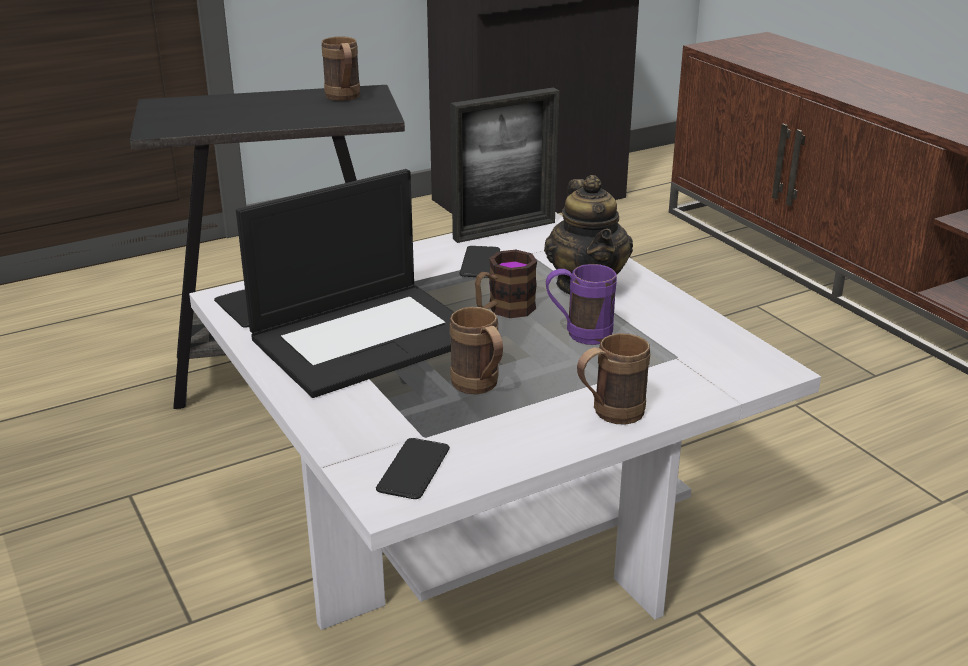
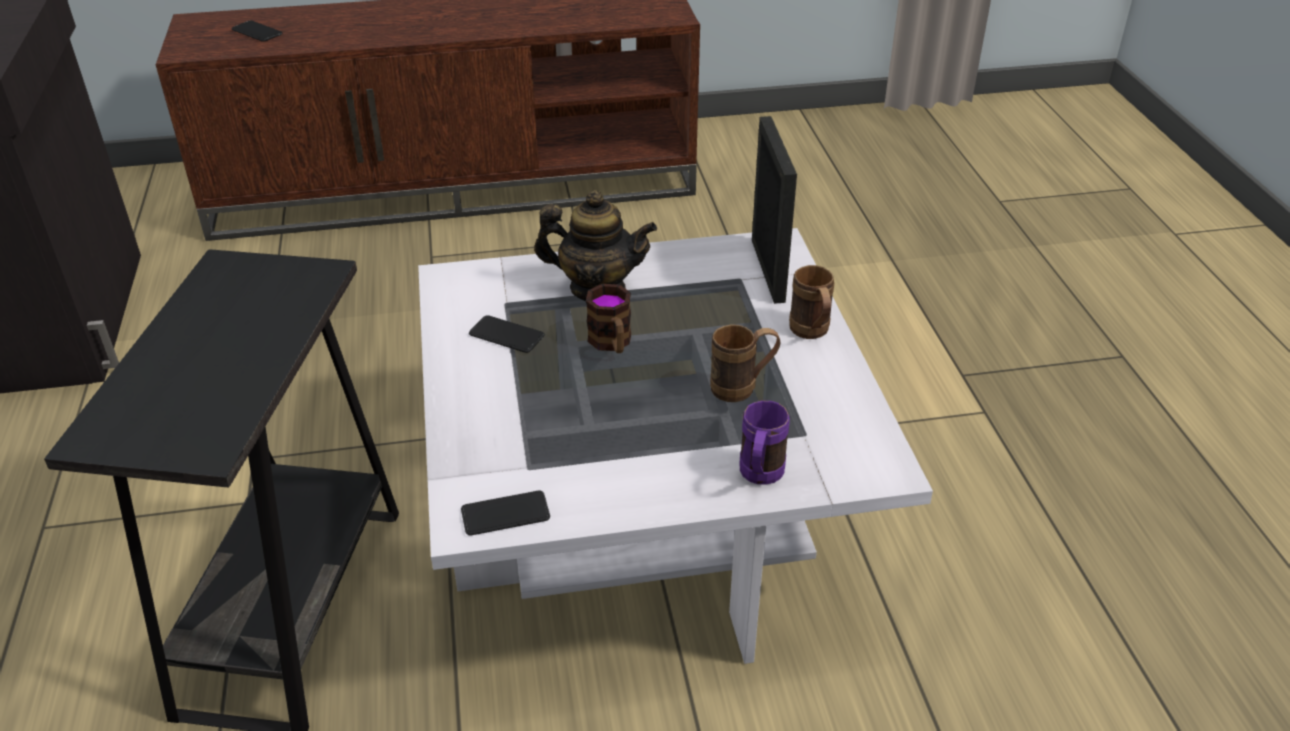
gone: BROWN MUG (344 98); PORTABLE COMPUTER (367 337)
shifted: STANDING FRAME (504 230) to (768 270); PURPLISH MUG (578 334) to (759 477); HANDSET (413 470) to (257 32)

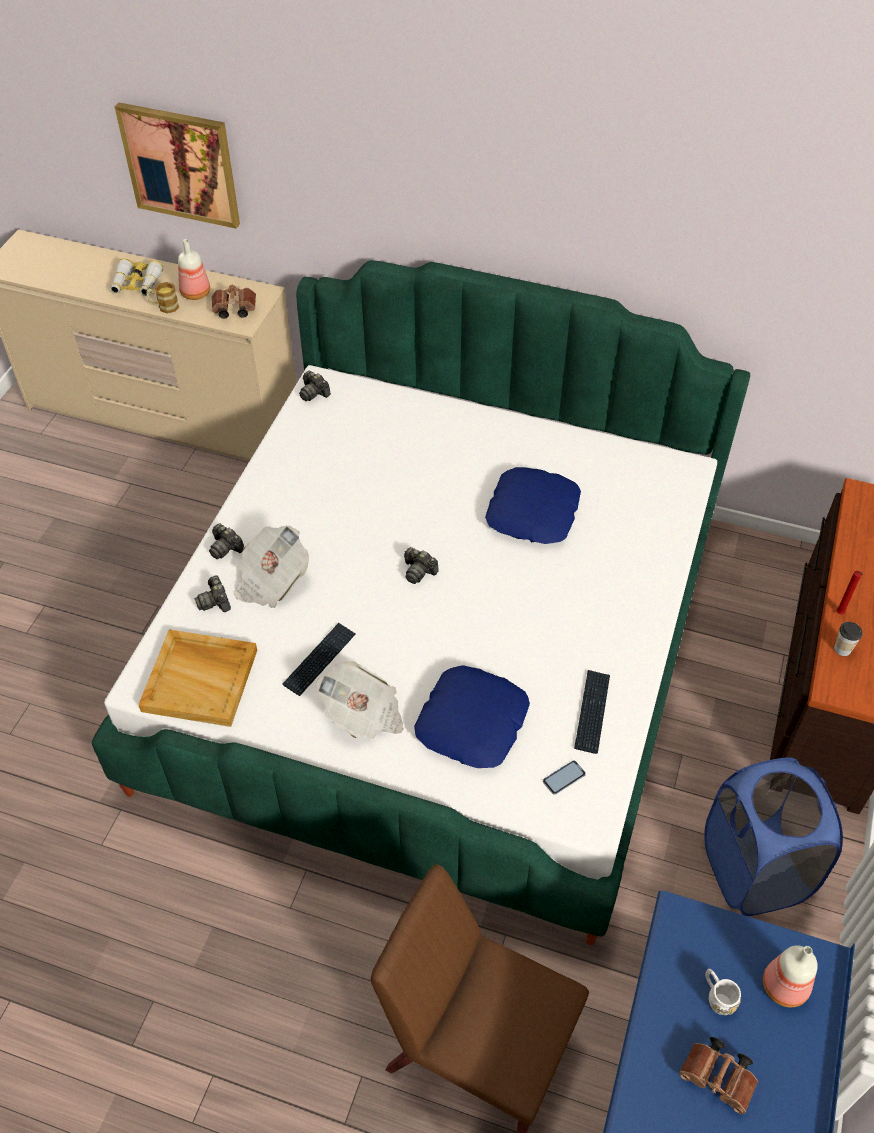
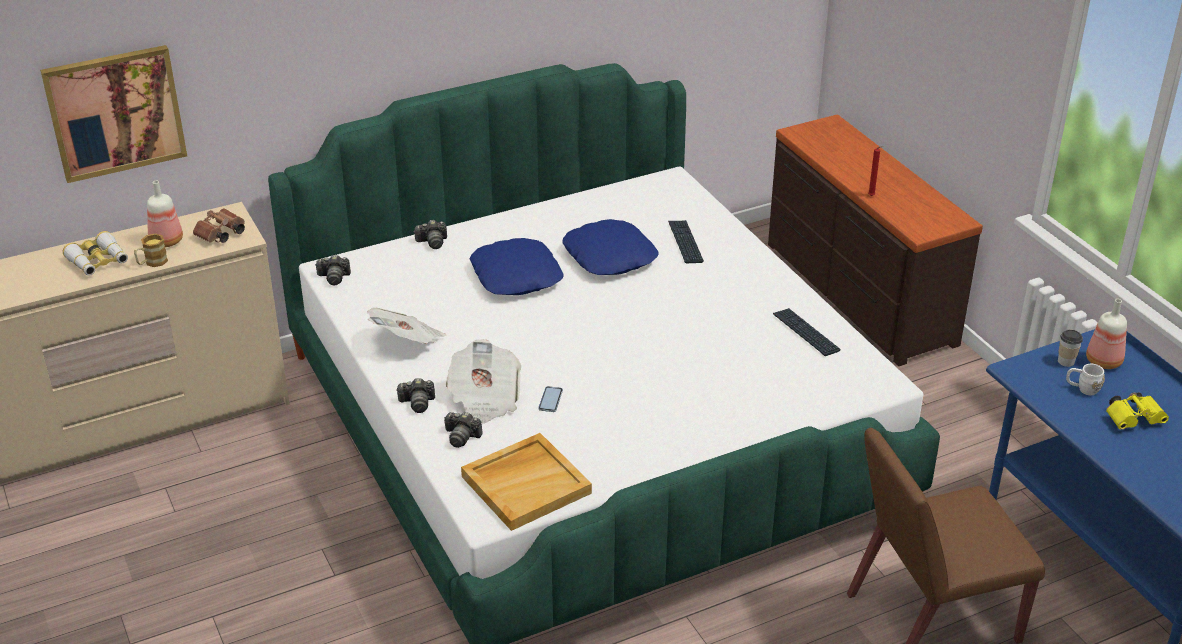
gone: BLUISH HAMPER (754 870)
shifted: STILL CAMERA (418 571) to (432 242); SMALL CUP (842 649) to (1066 361); KEYBOARD (320 660) to (685 242); NEWSPAPER (363 714) to (408 342); BLUISH PILLOW (473 723) to (517 276); HANDSET (564 778) to (550 400)
repainted: BROWN FIELD GLASSES (720 1079) to YELLOWISH FIELD GLASSES (1135 419)

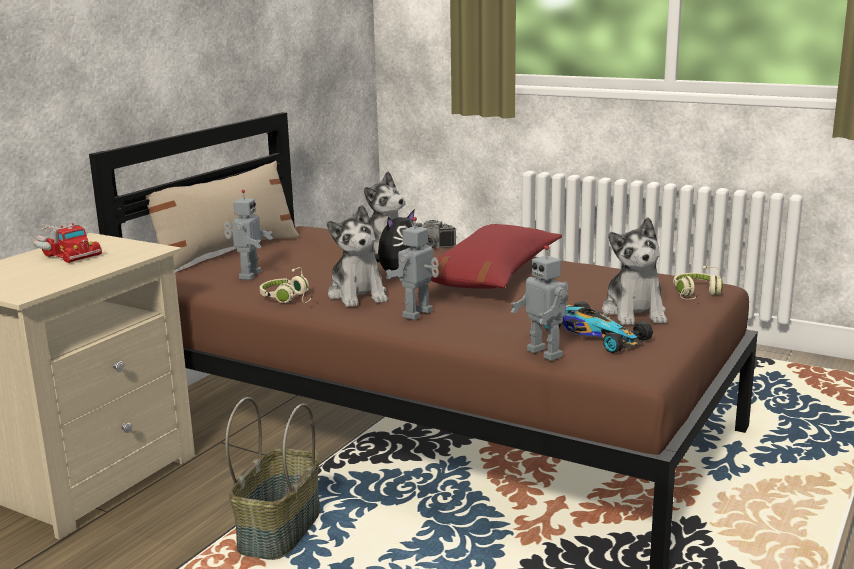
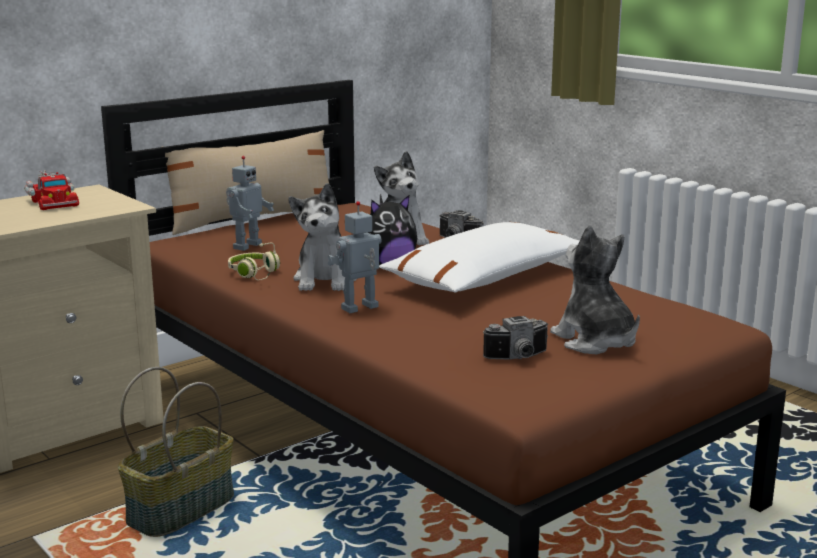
gone: TOY ROBOT (546 353); BEIGE-COLOURED PAIR OF HEADPHONES (696 294)
swapped: TOY CAR (594 334) to STILL CAMERA (519 358)
repainted: RED-COLOURED PILLOW (491 275) to WHITE PILLOW (485 278)
rotated: PLUSH TOY (634 312) = (595 342) 135 degrees clockwise

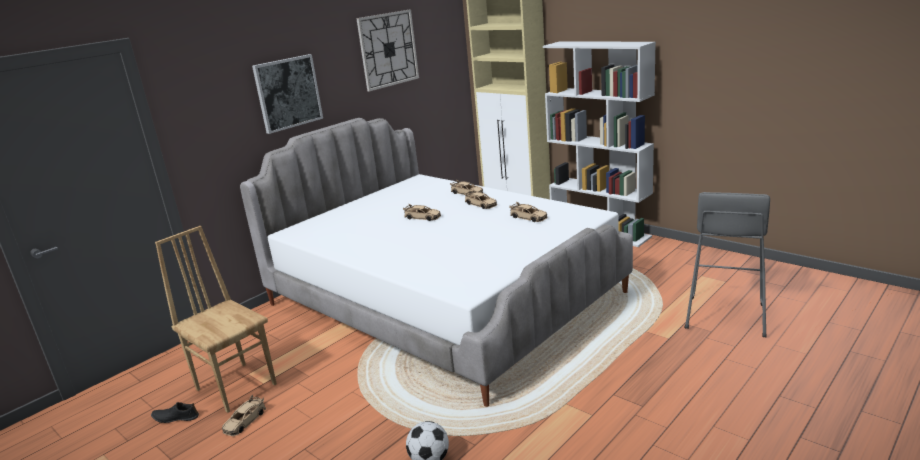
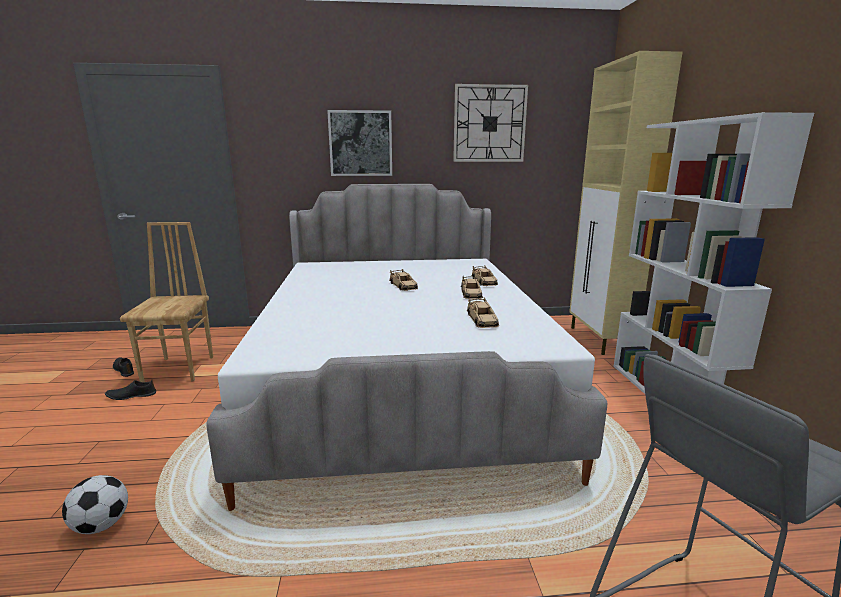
swapped: BEIGE-COLOURED TOY CAR (245 421) to BLACKISH ITEM OF FOOTWEAR (131 395)

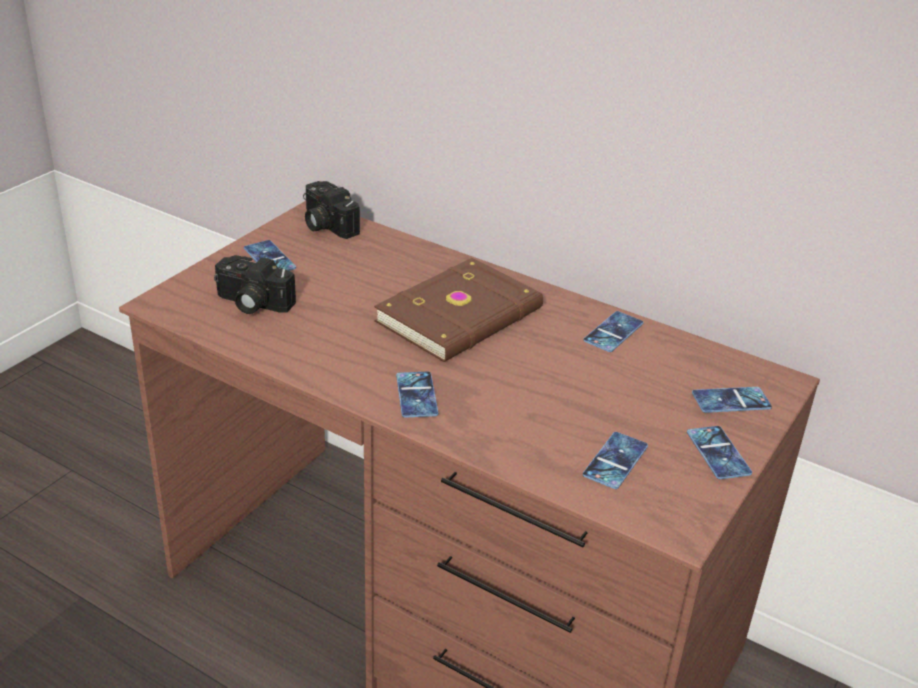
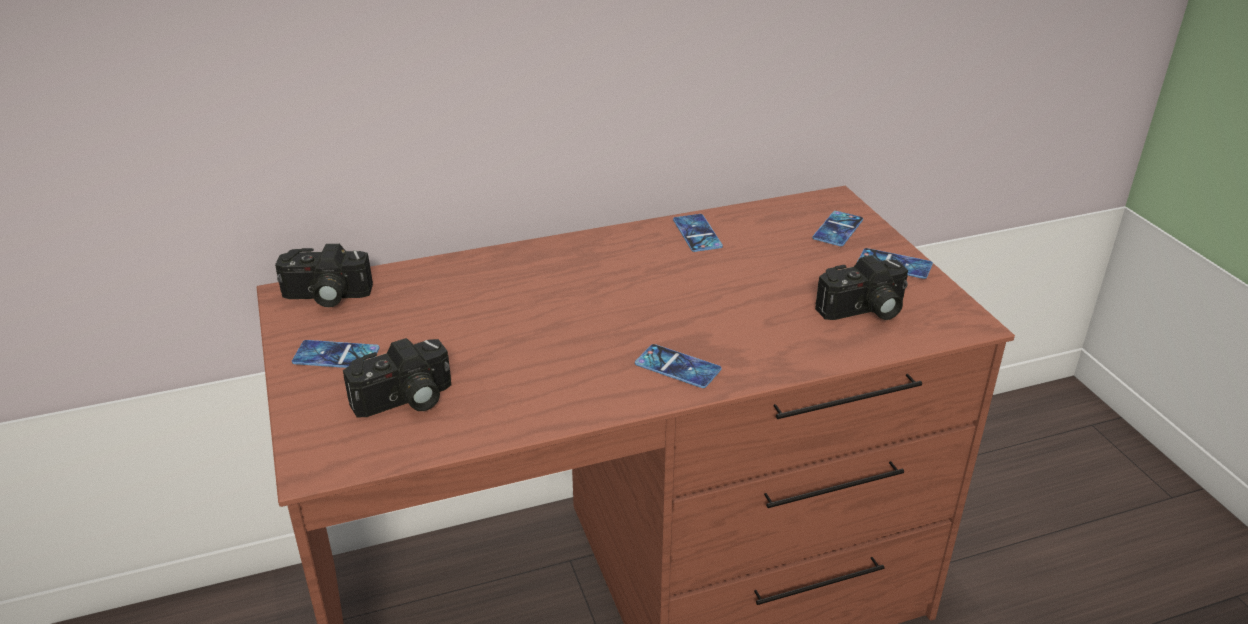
gone: BROWN BOOK (462 316)
swapped: HANDSET (615 461) to STILL CAMERA (864 311)

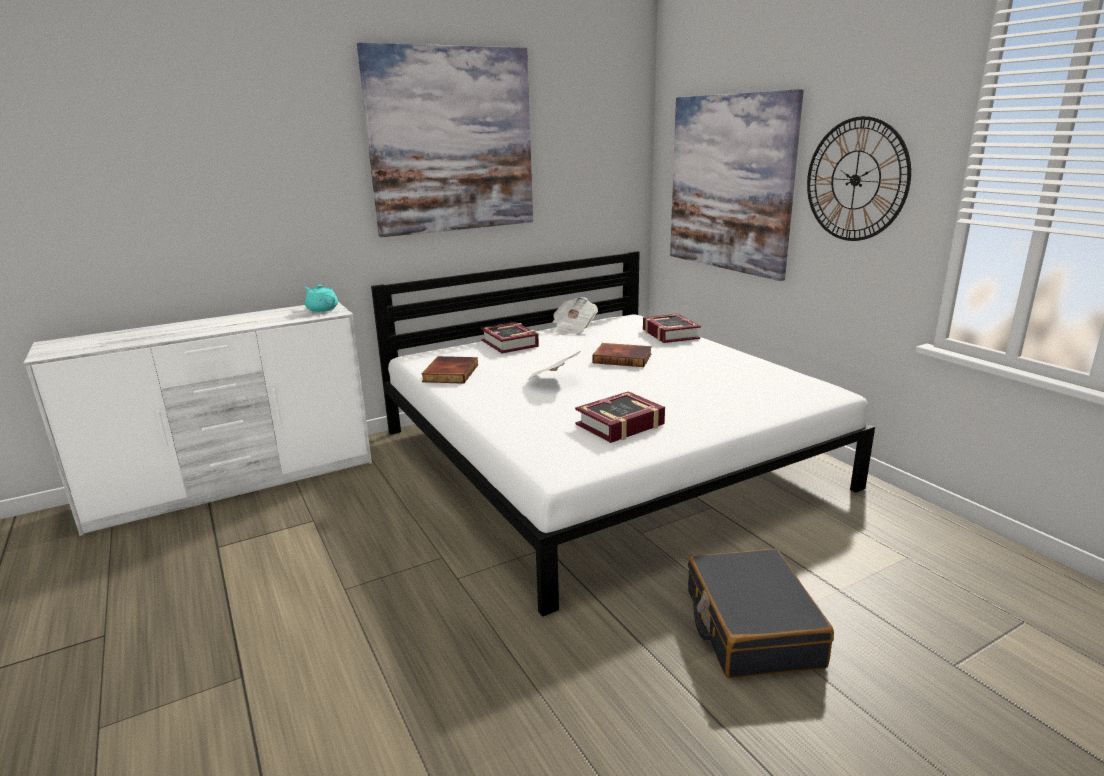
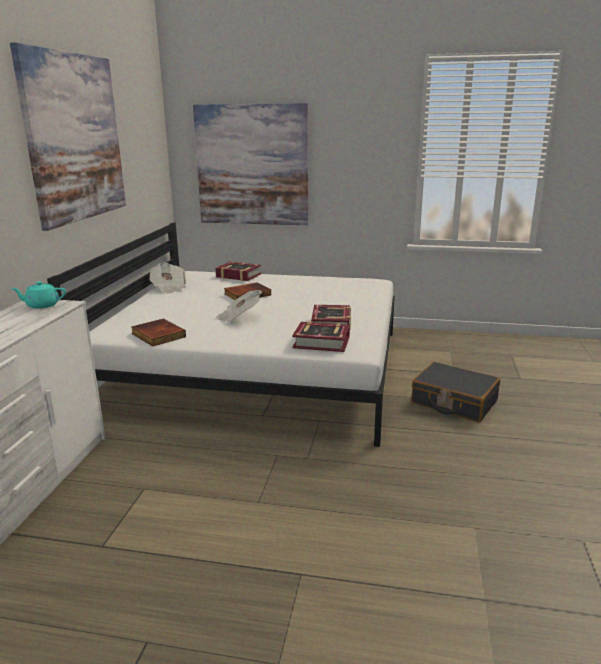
gone: WALL CLOCK (855 180)
shifted: BOOK (510 343) to (321 342)

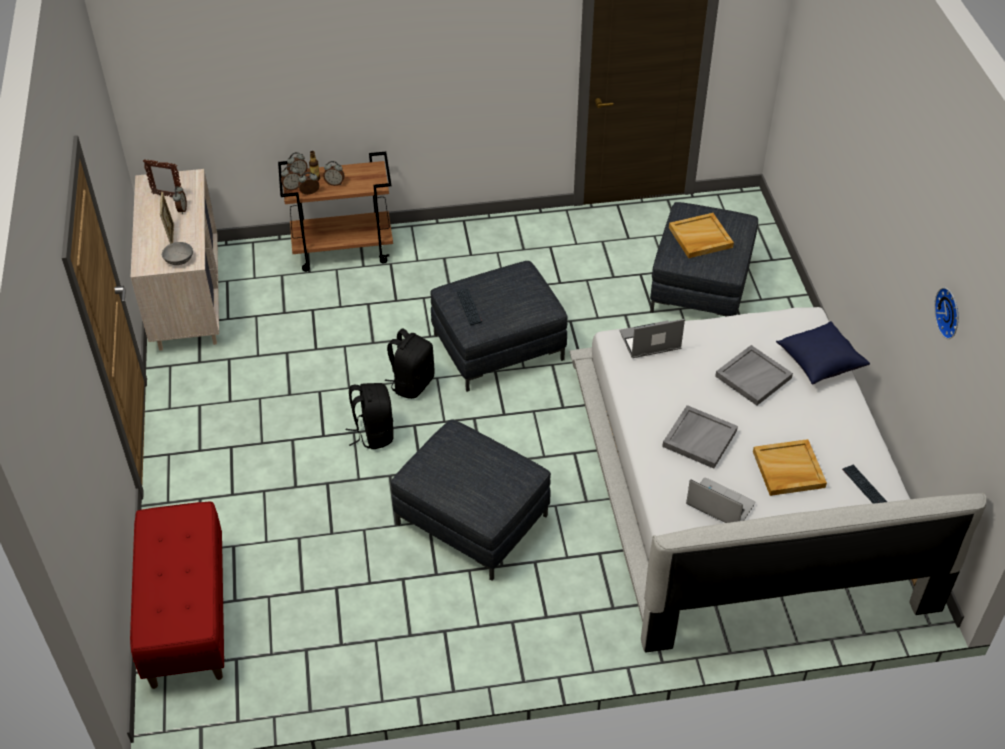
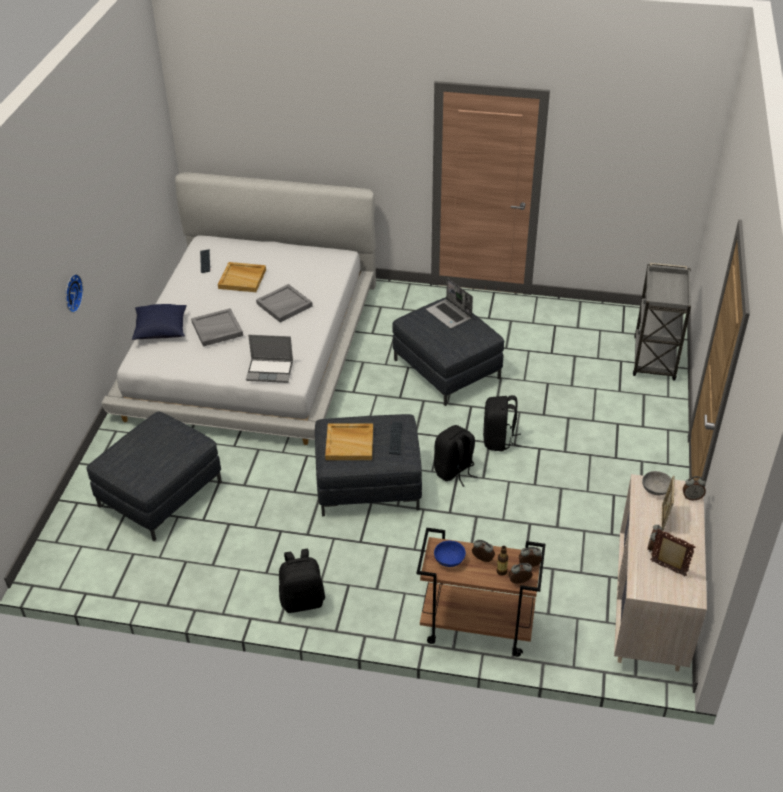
new: BLUISH DEEP DISH (449 559); BLACKISH RUCKSACK (302 600)
shifted: BEDSIDE CLOCK (310 193) to (692 497); BEIGE-COLOURED SERVING TRAY (700 238) to (350 443); WALL CLOCK (950 312) to (71 293); PORTABLE COMPUTER (719 505) to (449 315)
swapped: RED-COLOURED LONG SEAT (186 615) to GREY WHEELED CART (654 360)

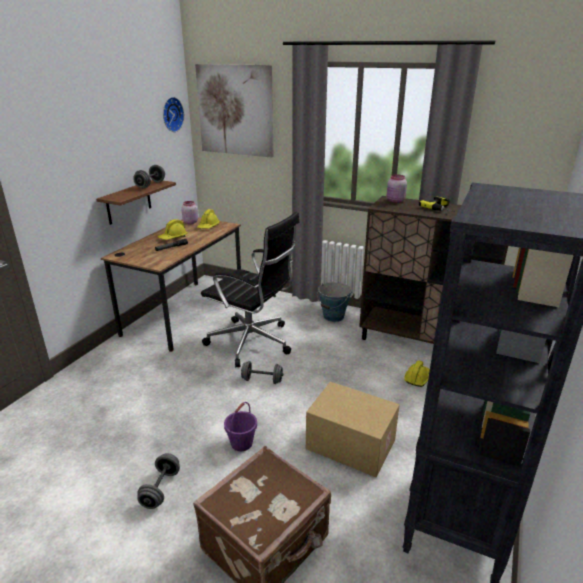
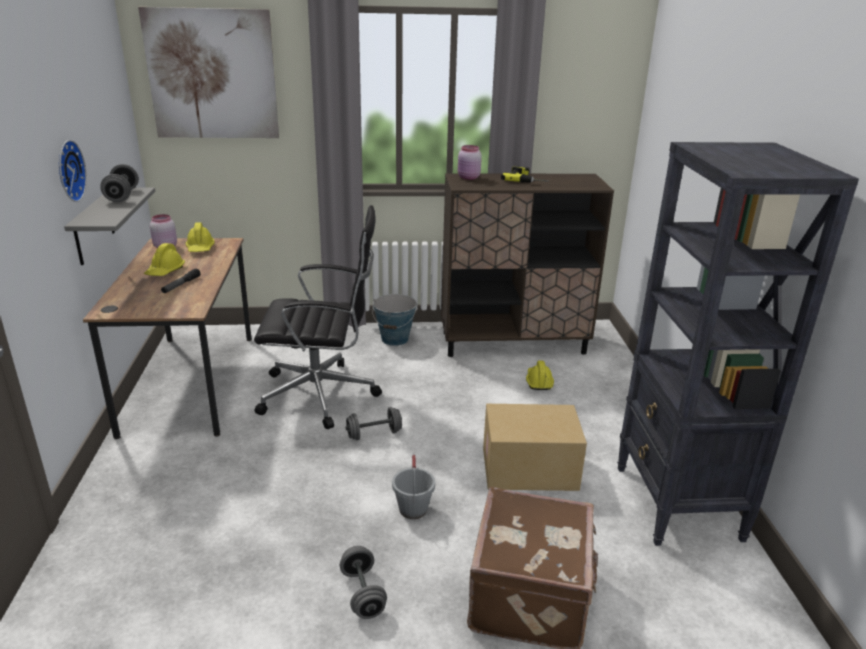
shifted: WALL CLOCK (171 114) to (67 171)
repainted: BROWN WALL SHELF (129 202) to GREY WALL SHELF (93 226); PURPLISH PAIL (241 443) to GREY PAIL (413 509)

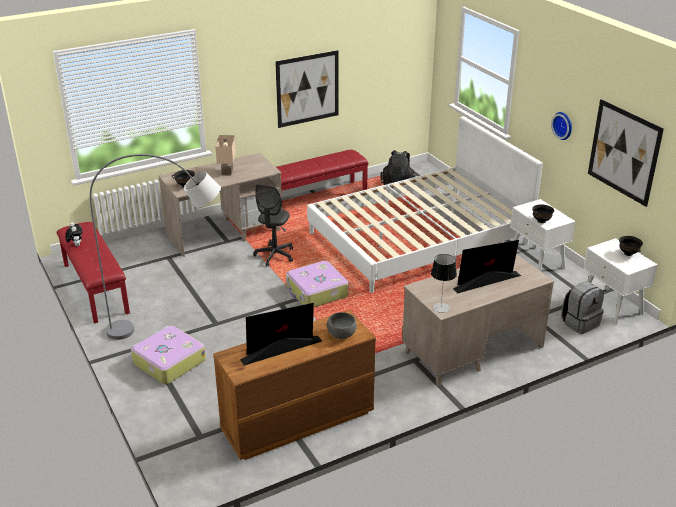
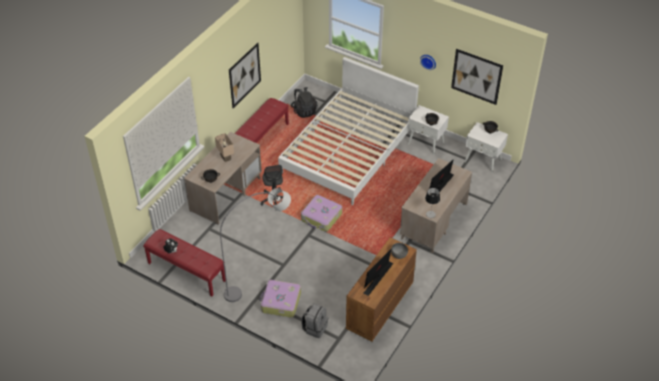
shifted: GREY RUCKSACK (580 323) to (315 328)

